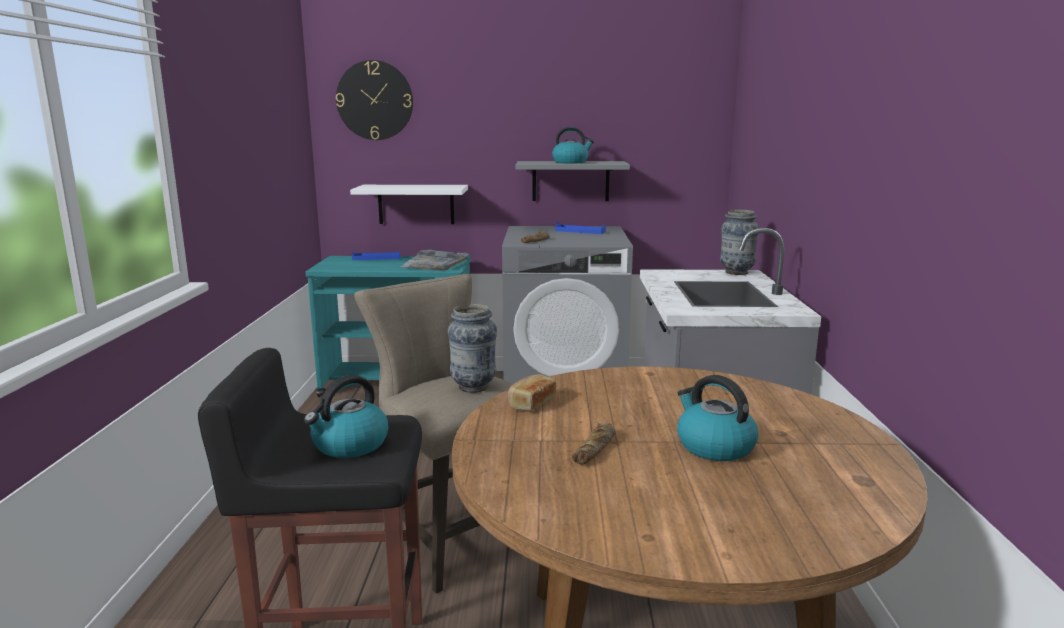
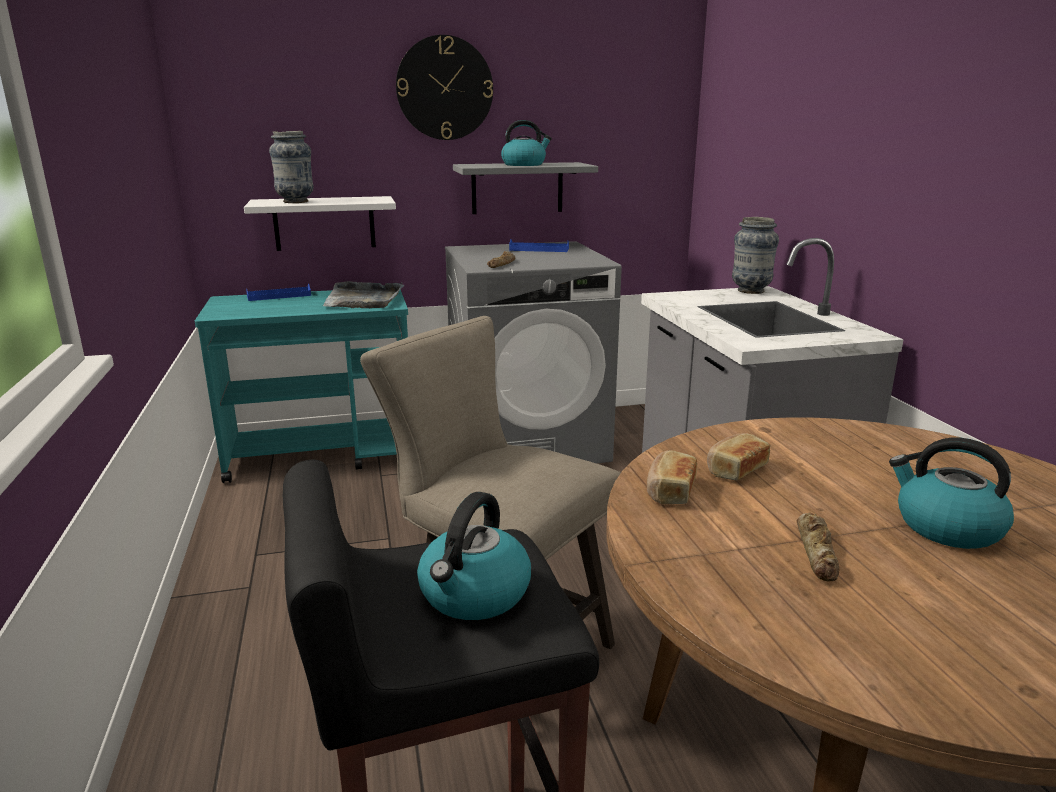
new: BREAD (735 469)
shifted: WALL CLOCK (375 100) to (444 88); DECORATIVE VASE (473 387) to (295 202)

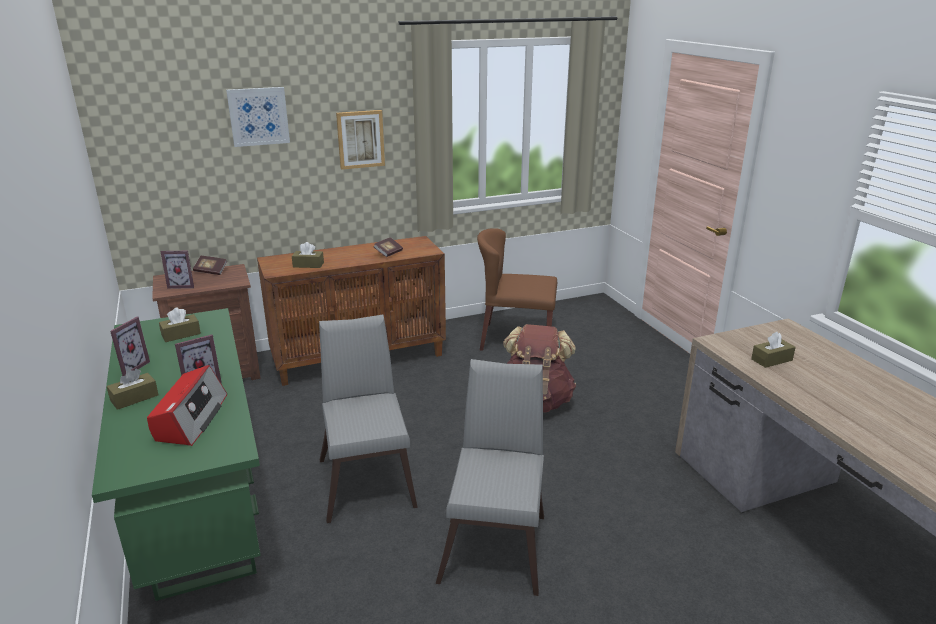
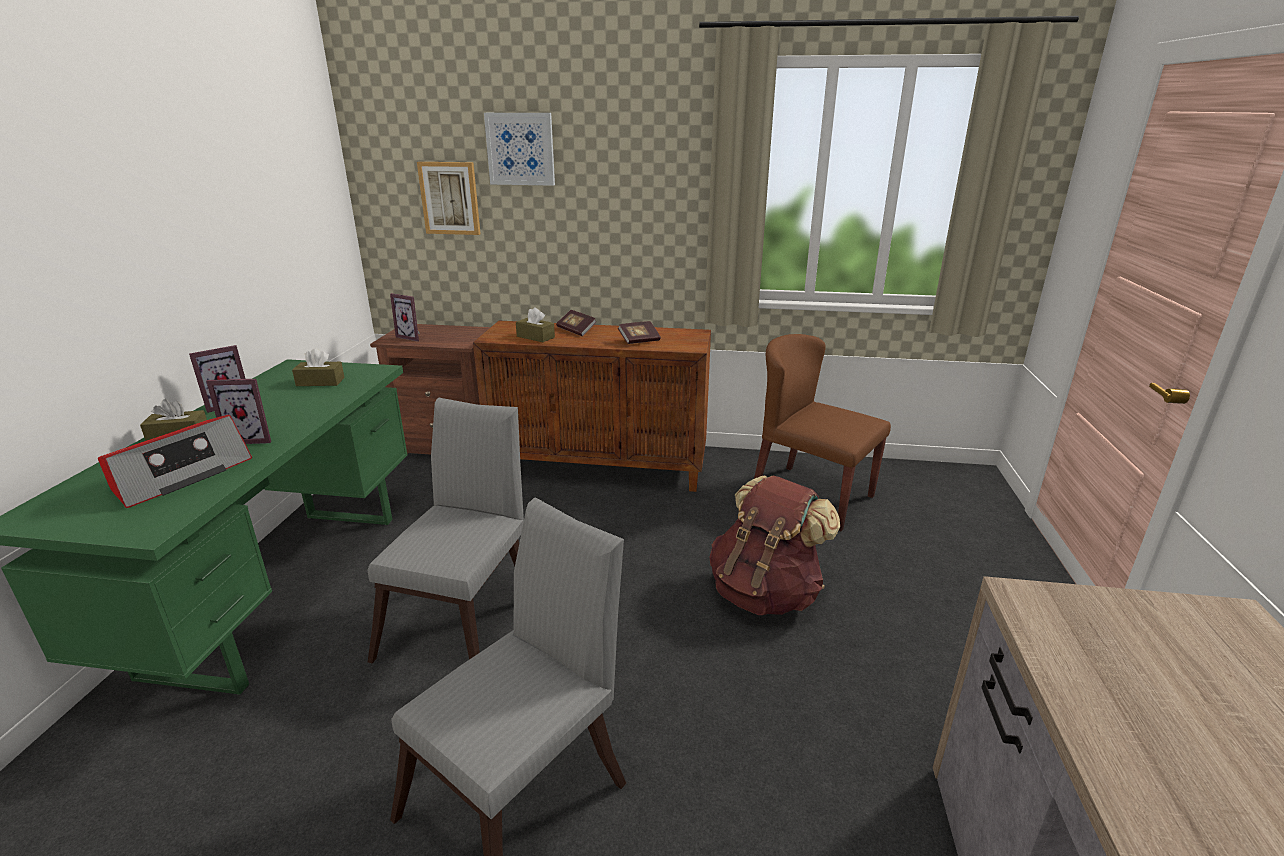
gone: BROWN BOX OF TISSUES (771 360)
shifted: WALL ART (360 139) to (450 198); BOOK (211 271) to (576 330)

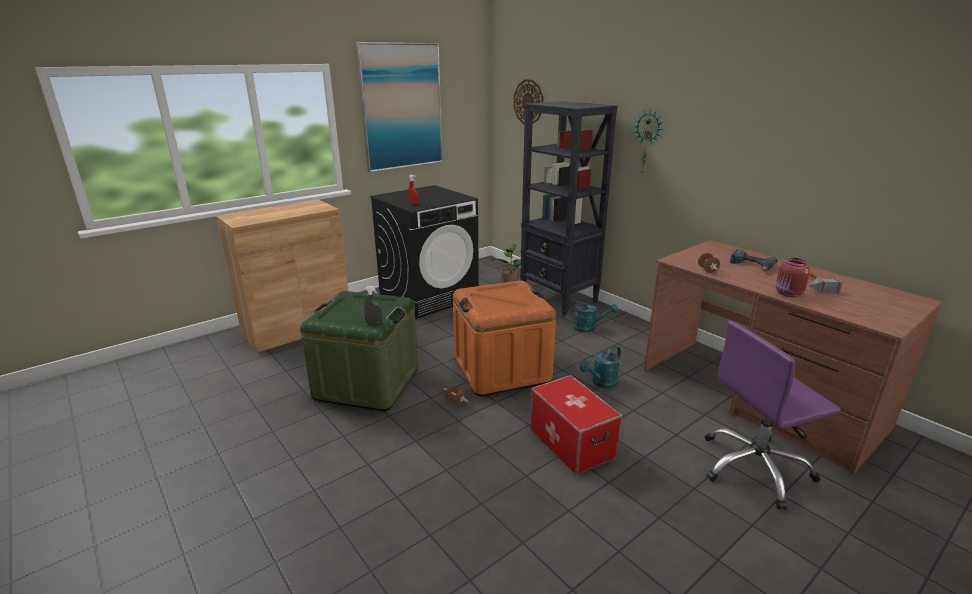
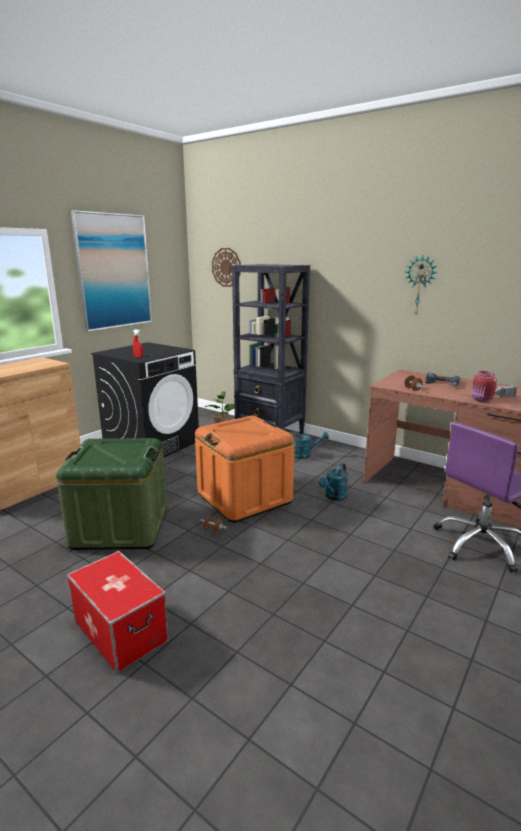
gone: GREY HAND SPRAYER (374 322)
shifted: WALL CLOCK (648 142) to (420 285); STORAGE BIN (571 443) to (120 631)

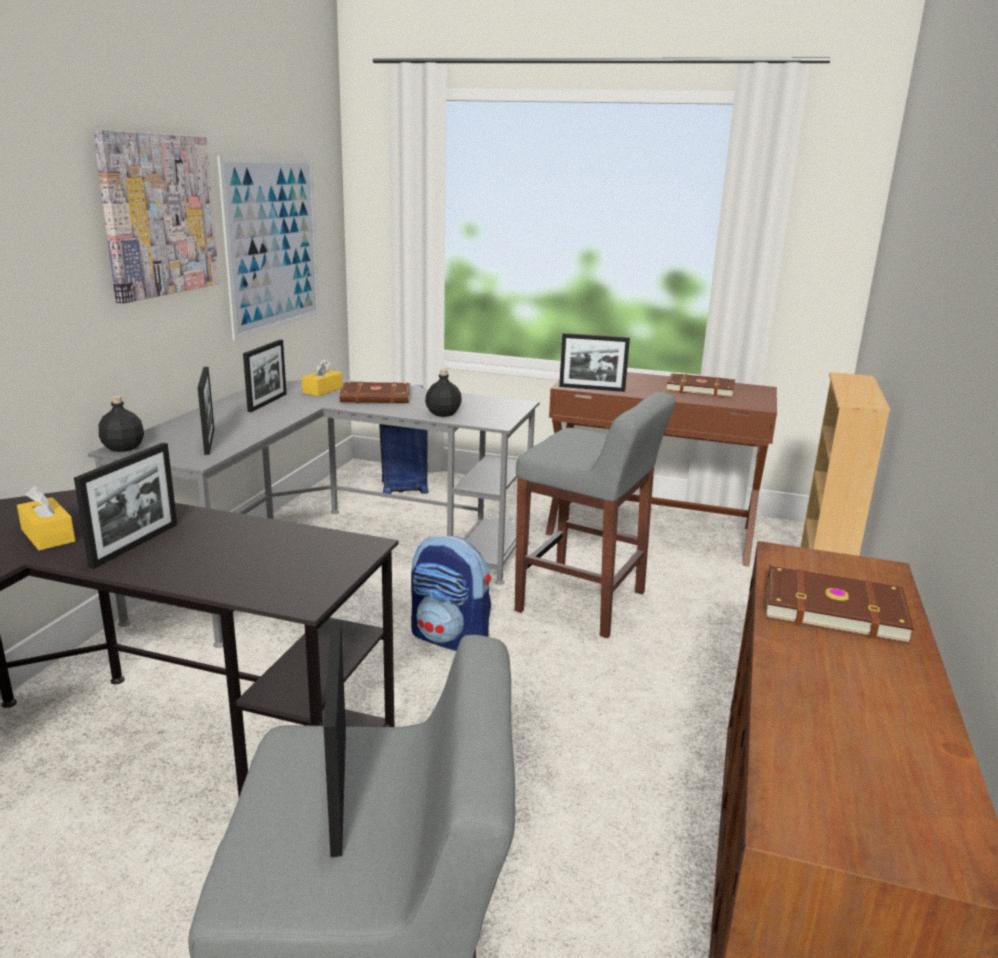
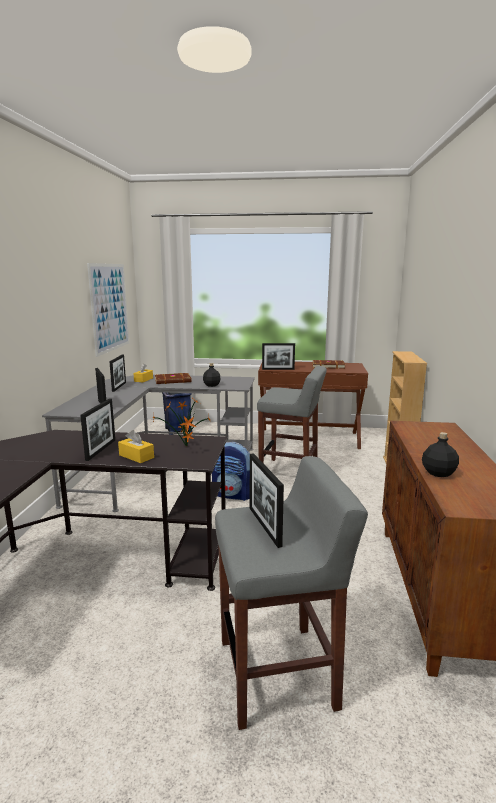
gone: WALL ART (159 215); BROWN BOOK (832 608)
new: POTTED PLANT (186 447)
shifted: BLACKISH DRINK BOTTLE (124 447) to (438 473); YELLOWISH BOX OF TISSUES (48 535) to (136 456)

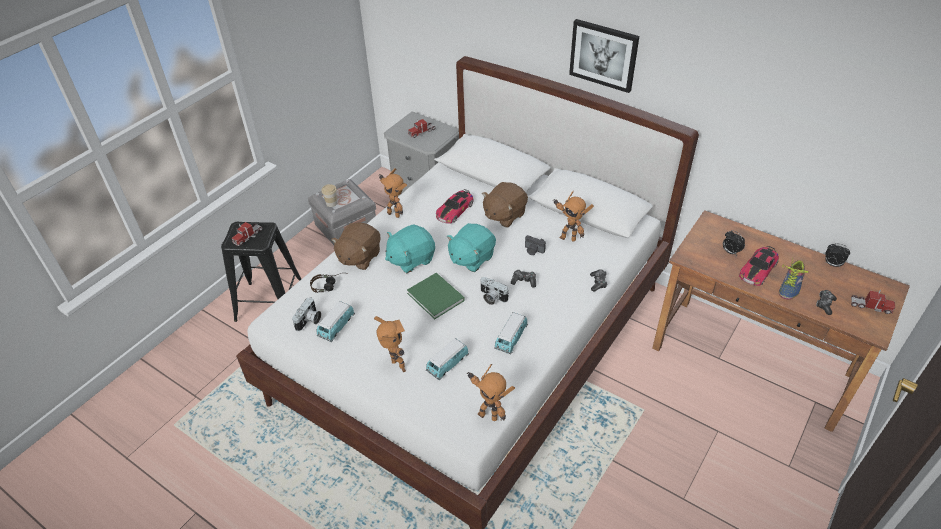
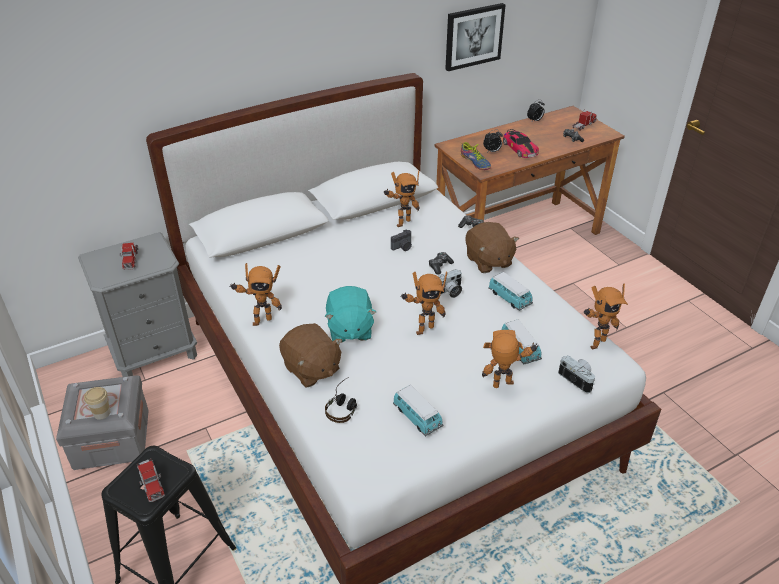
gone: TOY CAR (455 210); TURQUOISE-COLOURED PLUSH TOY (471 258)
shifted: WALL ART (604 55) to (473 36); BROWN PLUSH TOY (504 215) to (488 261); ITEM OF FOOTWEAR (788 285) to (474 162); STILL CAMERA (309 321) to (578 379)
swapped: GREENISH BOOK (436 298) to TOY ROBOT (423 328)

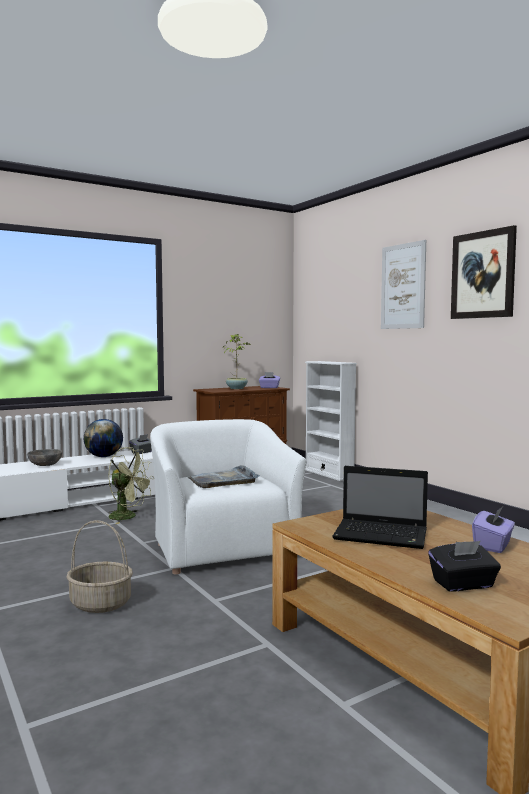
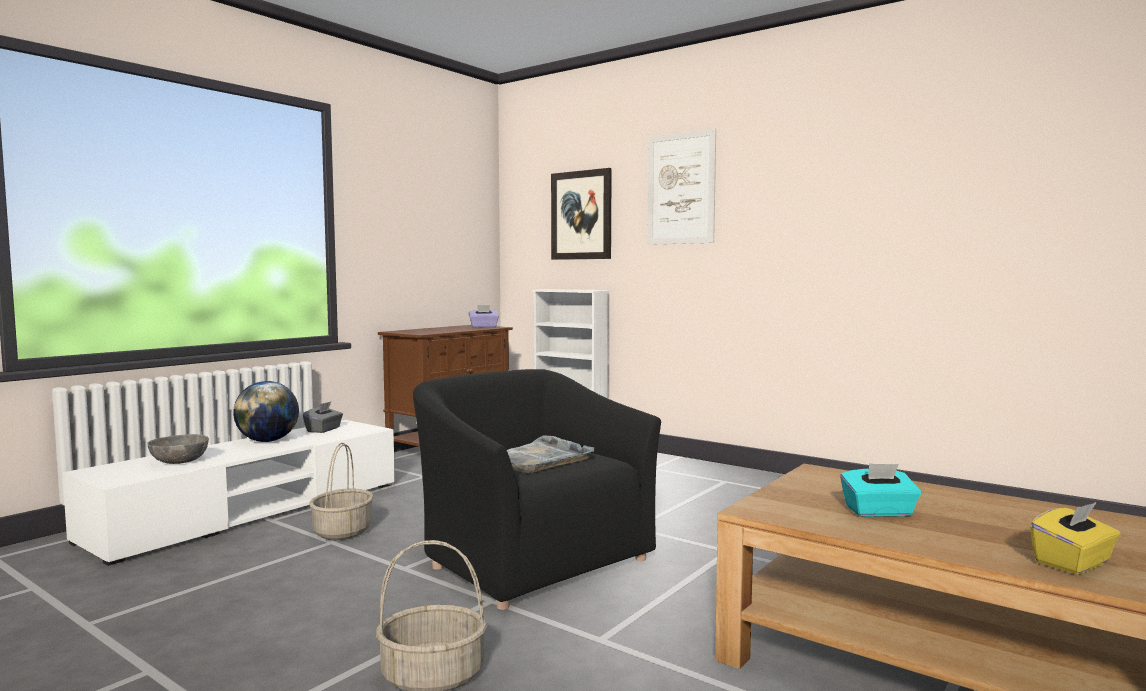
gone: POTTED PLANT (237 388); PURPLISH BOX OF TISSUES (493 545)
shifted: WALL ART (483 275) to (581 215)
swapped: GREENISH FAN (128 517) to STORAGE BASKET (342 531); PORTABLE COMPUTER (383 535) to TURQUOISE-COLOURED BOX OF TISSUES (879 512)
repainted: WHITE EASY CHAIR (222 547) to BLACKISH EASY CHAIR (531 558); BLACKISH BOX OF TISSUES (463 584) to YELLOWISH BOX OF TISSUES (1073 563)

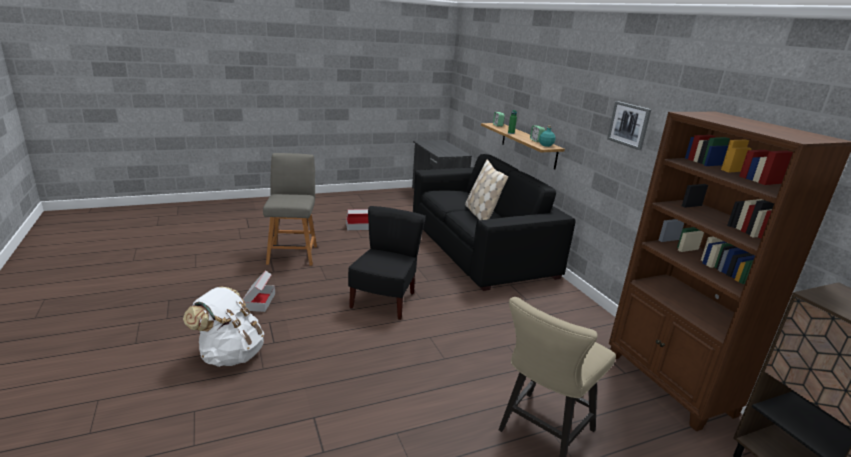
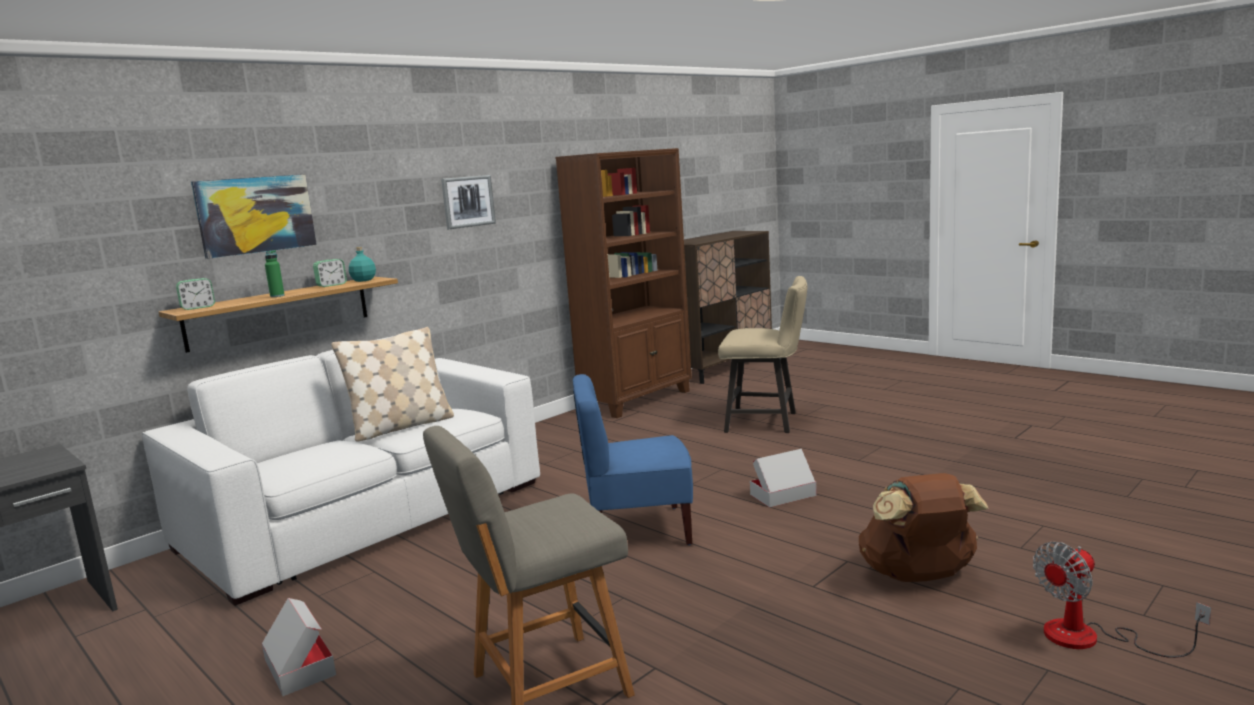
new: WALL ART (255 214); FAN (1091 638)
shifted: CARTON (258 301) to (783 495)
repainted: BLACKISH SETTEE (480 248) to WHITE SETTEE (366 515); BLACKISH UPRIGHT CHAIR (384 301) to BLUISH UPRIGHT CHAIR (638 530); WHITE RUCKSACK (230 354) to BROWN RUCKSACK (919 576)

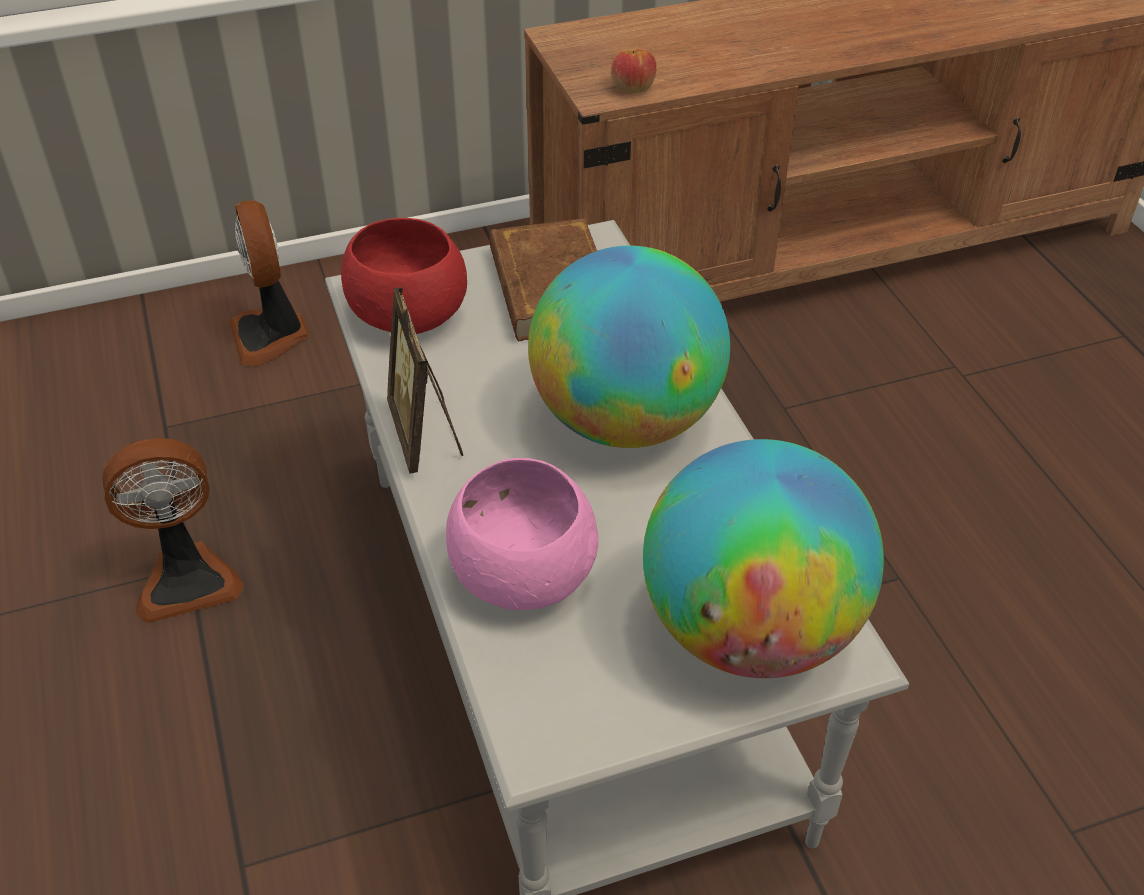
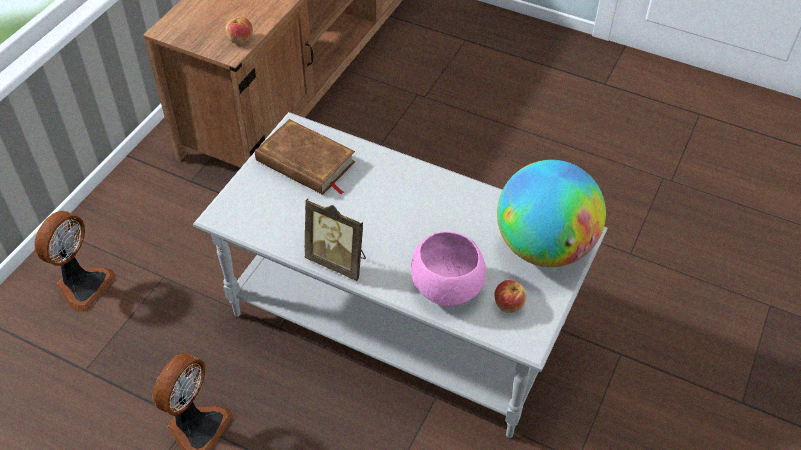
gone: RED-COLOURED DEEP DISH (410 316); DESK GLOBE (626 420)
new: APPLE (508 304)
rotated: FAN (271 335) = (82 285) 90 degrees counterclockwise

